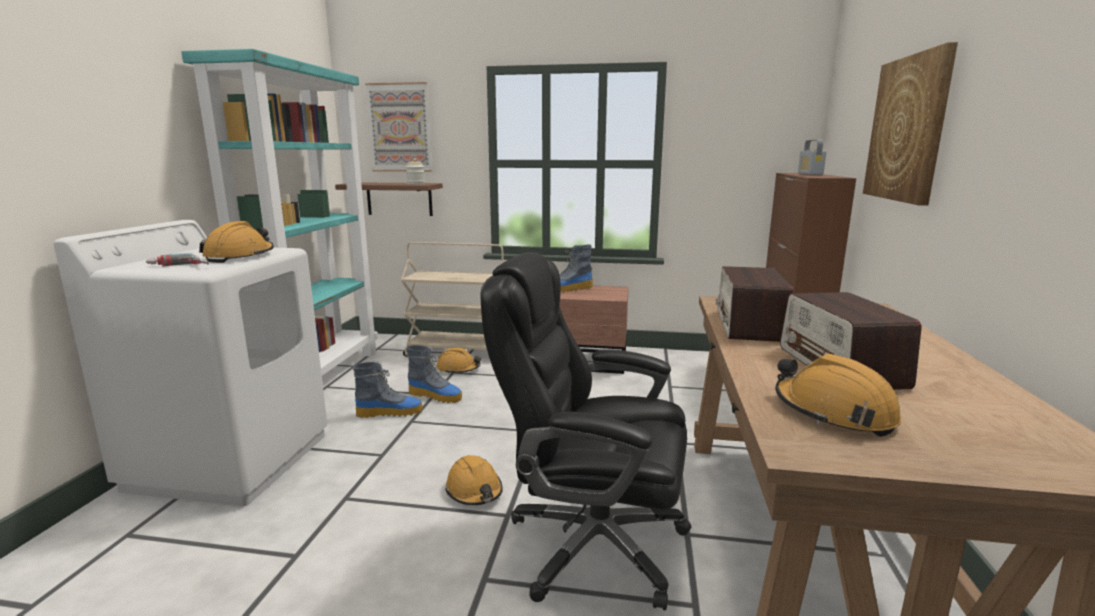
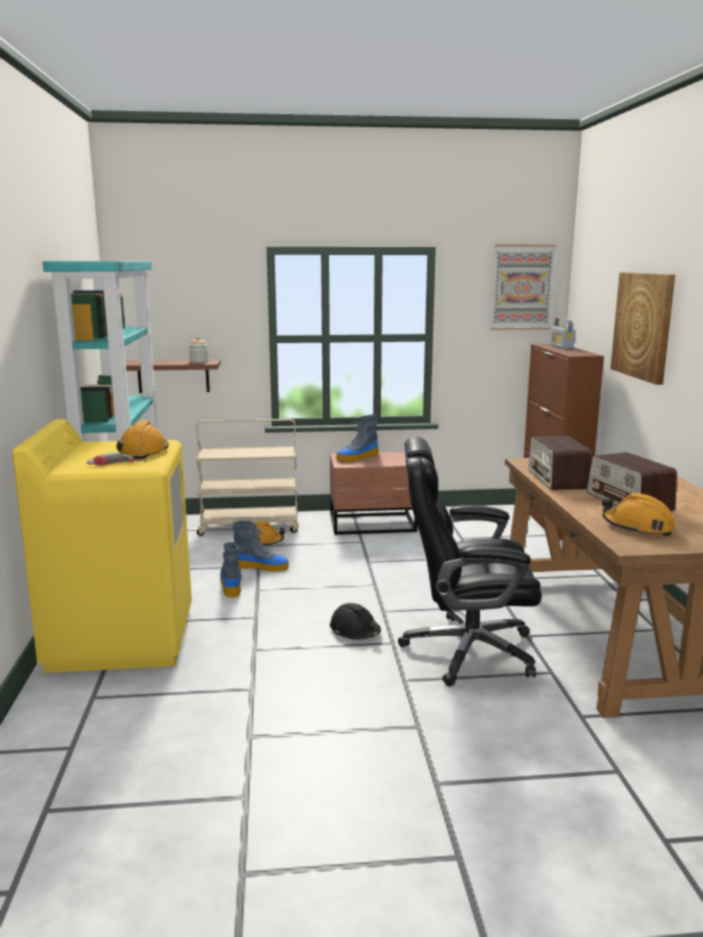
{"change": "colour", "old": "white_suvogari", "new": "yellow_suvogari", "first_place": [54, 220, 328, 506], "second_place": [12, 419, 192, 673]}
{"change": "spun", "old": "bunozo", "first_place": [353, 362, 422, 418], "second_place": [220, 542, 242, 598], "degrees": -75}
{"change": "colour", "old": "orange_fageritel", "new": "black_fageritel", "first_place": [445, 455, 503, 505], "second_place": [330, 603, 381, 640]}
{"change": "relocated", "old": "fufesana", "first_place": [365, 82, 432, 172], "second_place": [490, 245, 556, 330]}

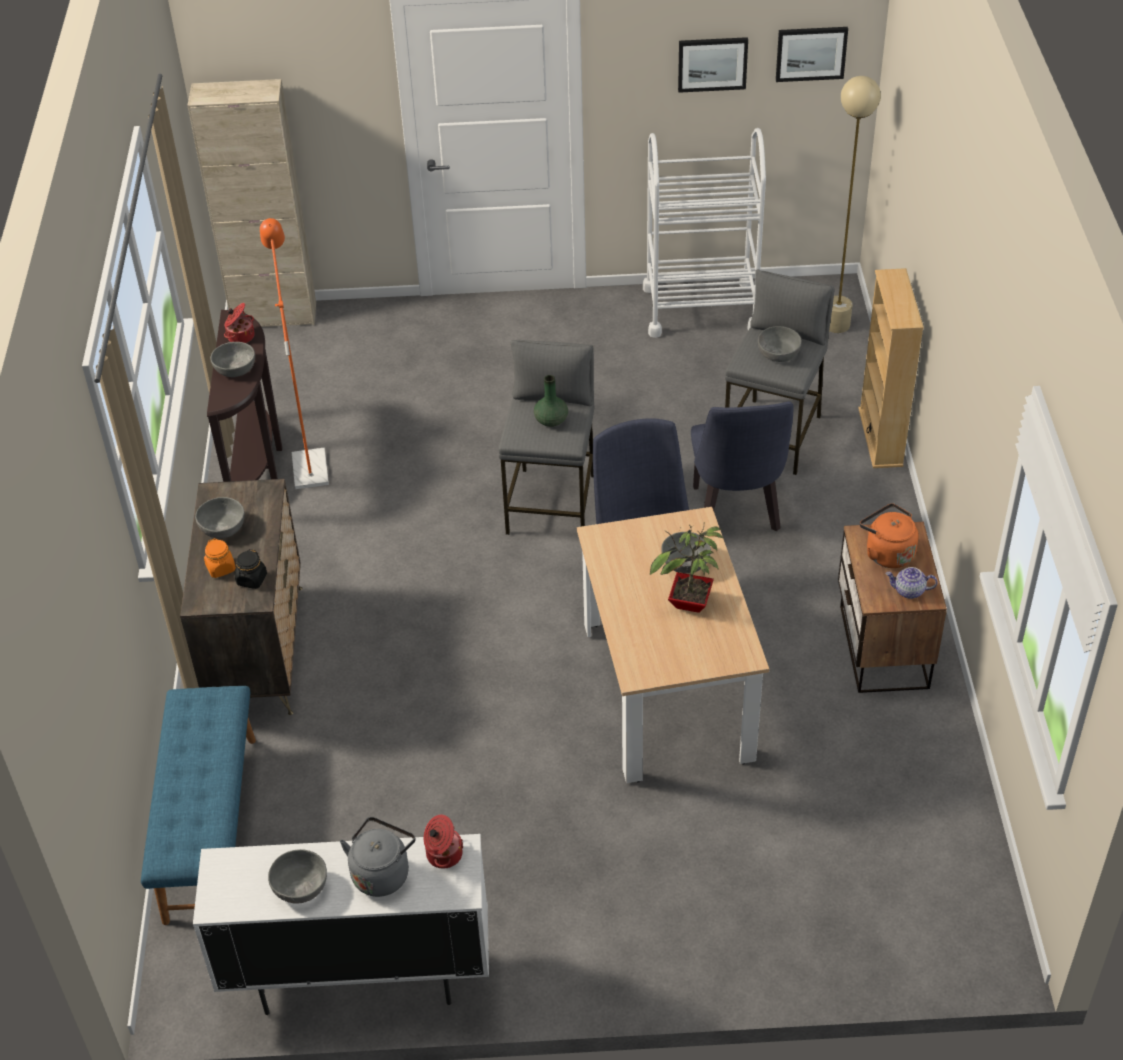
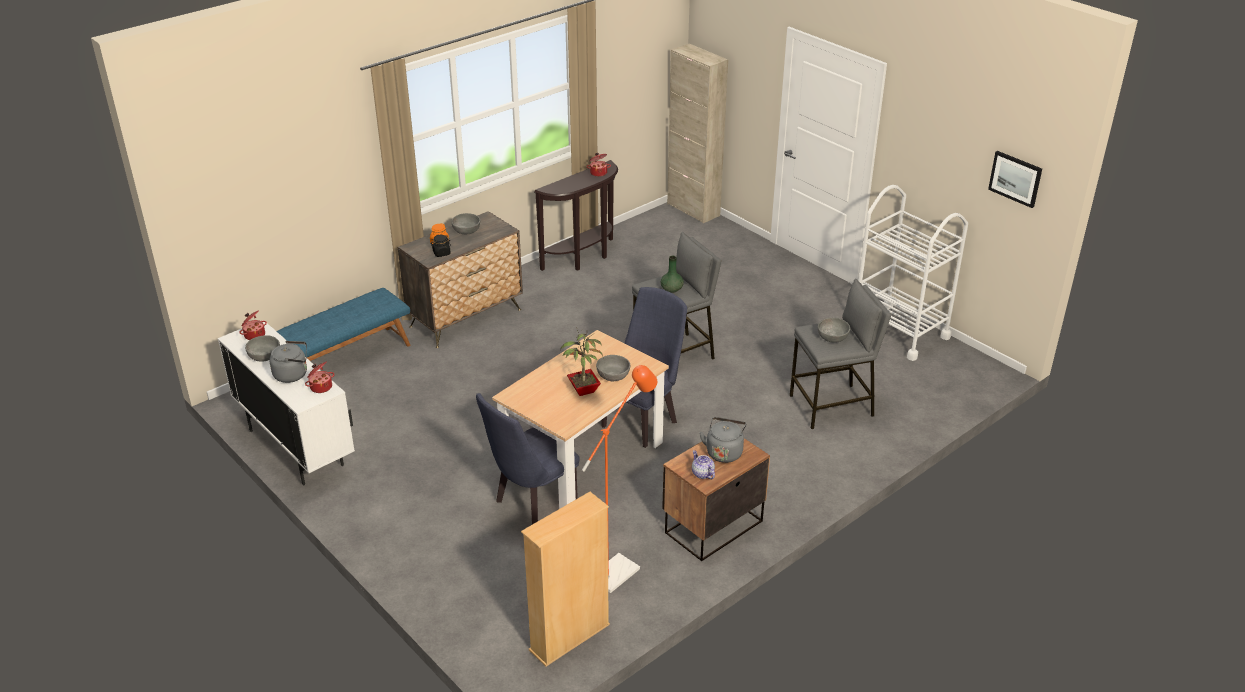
{"change": "appeared", "new": "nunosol", "second_place": [239, 310, 267, 340]}
{"change": "relocated", "old": "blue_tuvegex", "first_place": [691, 401, 793, 531], "second_place": [476, 393, 580, 524]}
{"change": "relocated", "old": "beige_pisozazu", "first_place": [858, 268, 924, 468], "second_place": [521, 492, 610, 666]}
{"change": "relocated", "old": "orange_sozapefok", "first_place": [260, 218, 329, 489], "second_place": [582, 365, 657, 593]}
{"change": "colour", "old": "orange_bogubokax", "new": "grey_bogubokax", "first_place": [860, 503, 918, 568], "second_place": [699, 417, 746, 463]}
{"change": "missing", "old": "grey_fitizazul", "first_place": [210, 342, 255, 377]}
{"change": "missing", "old": "fufesana", "first_place": [678, 37, 748, 93]}
{"change": "missing", "old": "beige_sozapefok", "first_place": [829, 76, 881, 333]}

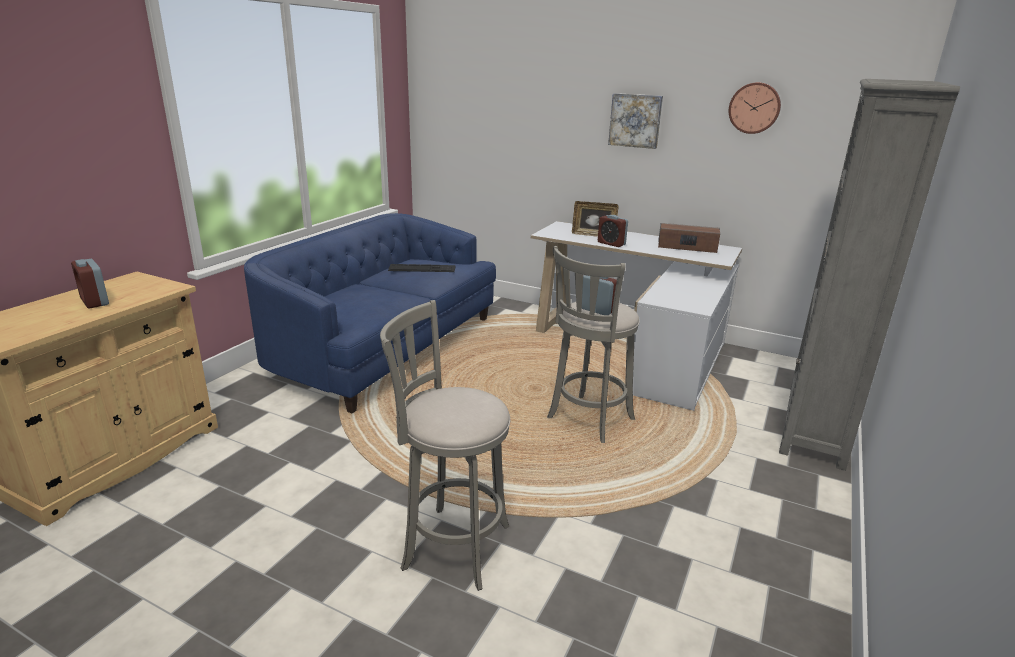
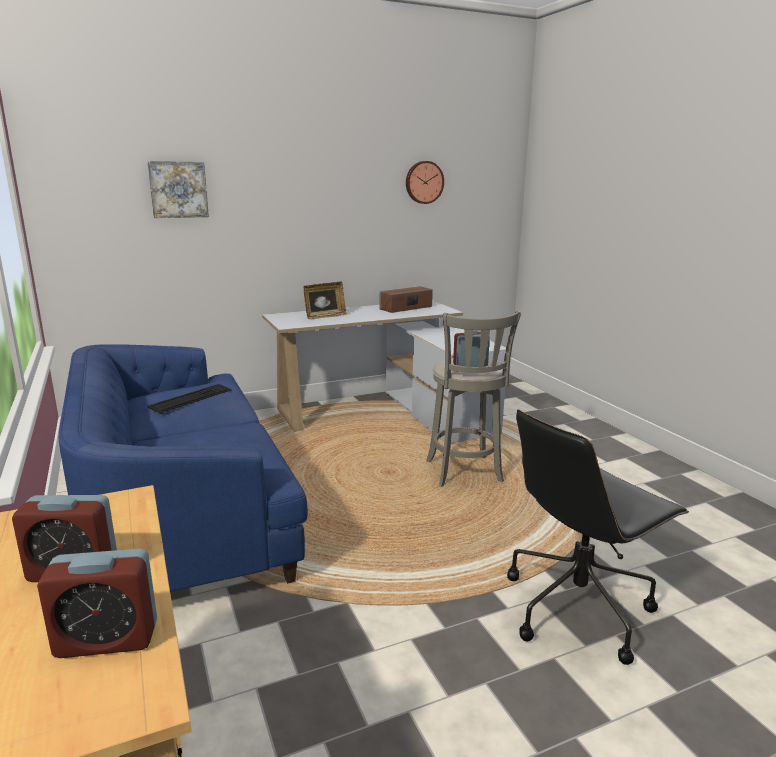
{"change": "relocated", "old": "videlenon", "first_place": [598, 215, 628, 247], "second_place": [37, 549, 157, 658]}
{"change": "relocated", "old": "fufesana", "first_place": [608, 93, 663, 149], "second_place": [147, 161, 209, 218]}
{"change": "exchanged", "old": "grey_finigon", "new": "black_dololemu", "first_place": [380, 300, 510, 591], "second_place": [507, 409, 689, 665]}
{"change": "missing", "old": "grey_pisozazu", "first_place": [779, 79, 960, 471]}

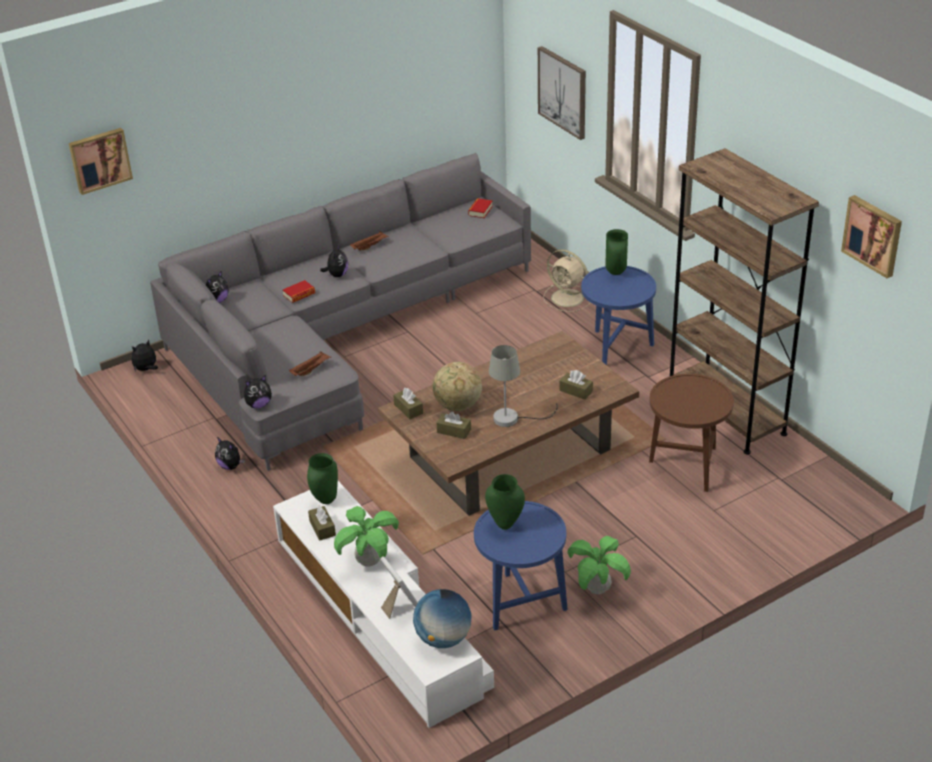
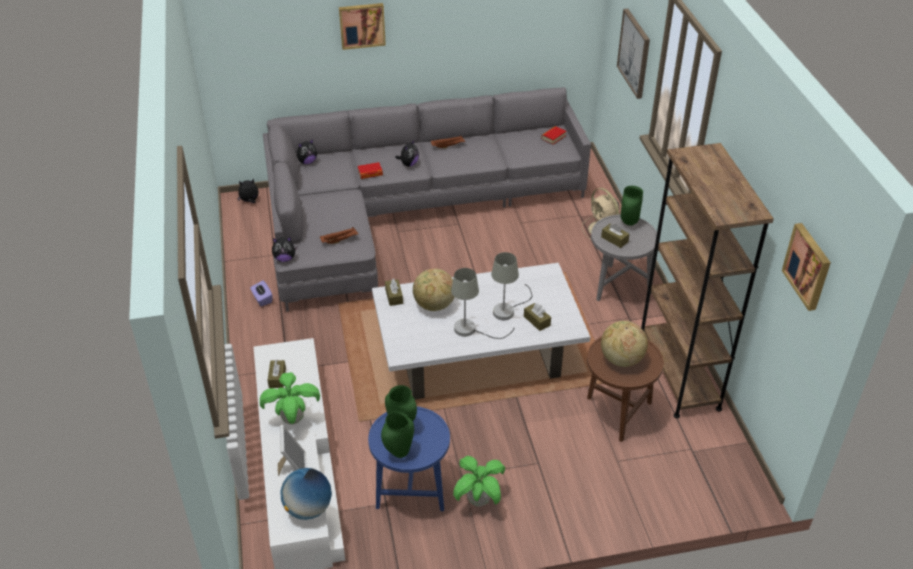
{"change": "exchanged", "old": "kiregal", "new": "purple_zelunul", "first_place": [215, 437, 245, 470], "second_place": [250, 280, 273, 306]}
{"change": "relocated", "old": "fufesana", "first_place": [69, 128, 133, 195], "second_place": [339, 3, 386, 50]}
{"change": "colour", "old": "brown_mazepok", "new": "white_mazepok", "first_place": [378, 331, 639, 516], "second_place": [372, 263, 590, 399]}
{"change": "relocated", "old": "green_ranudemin", "first_place": [307, 453, 338, 504], "second_place": [381, 411, 414, 458]}
{"change": "appeared", "new": "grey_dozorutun", "second_place": [491, 252, 532, 320]}
{"change": "colour", "old": "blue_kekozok", "new": "grey_kekozok", "first_place": [581, 266, 656, 365], "second_place": [591, 215, 657, 301]}
{"change": "relocated", "old": "brown_zelunul", "first_place": [437, 411, 471, 439], "second_place": [601, 224, 629, 248]}
{"change": "appeared", "new": "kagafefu", "second_place": [601, 321, 648, 367]}

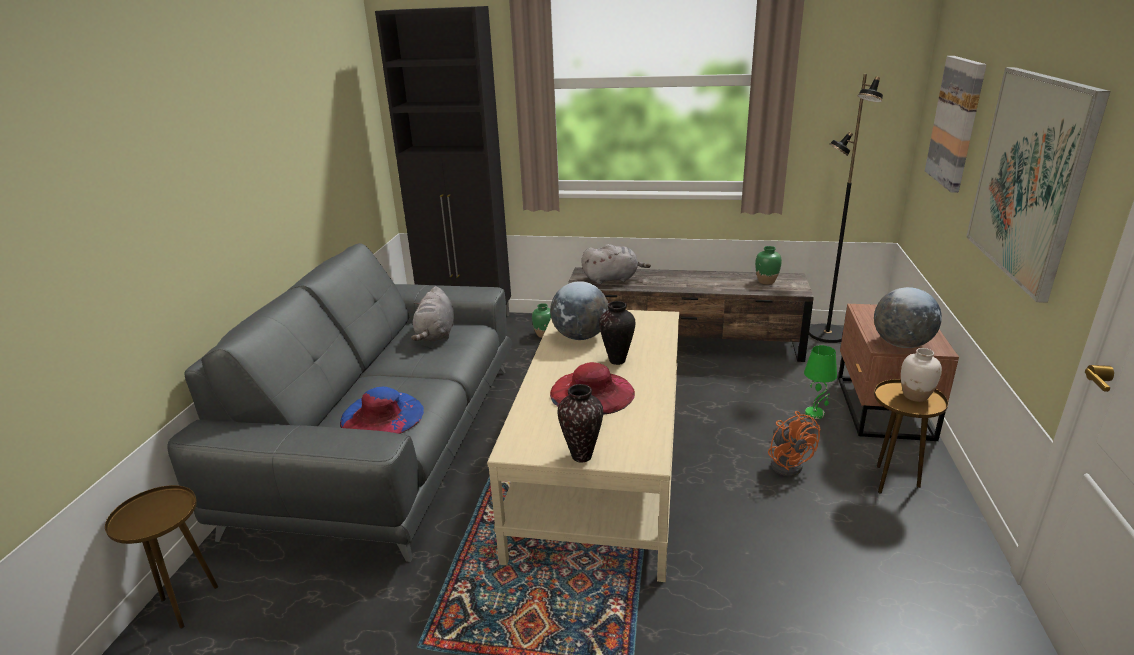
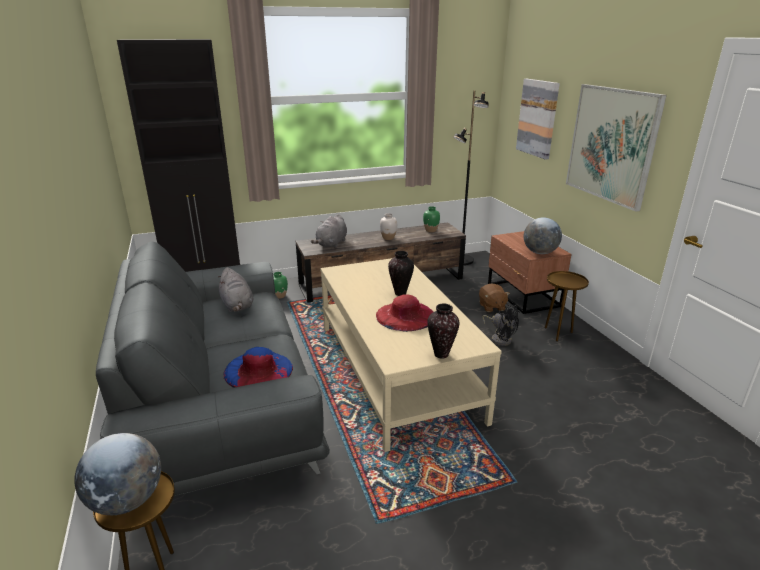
{"change": "relocated", "old": "kagafefu", "first_place": [550, 281, 609, 340], "second_place": [75, 433, 161, 515]}
{"change": "spun", "old": "grey_kiregal", "first_place": [581, 244, 651, 284], "second_place": [311, 214, 347, 248], "degrees": 150}
{"change": "relocated", "old": "white_ranudemin", "first_place": [901, 348, 942, 402], "second_place": [380, 213, 397, 240]}
{"change": "exchanged", "old": "green_dozorutun", "new": "brown_kiregal", "first_place": [804, 345, 837, 419], "second_place": [479, 284, 510, 312]}
{"change": "colour", "old": "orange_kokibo", "new": "black_kokibo", "first_place": [768, 411, 821, 476], "second_place": [483, 303, 520, 346]}

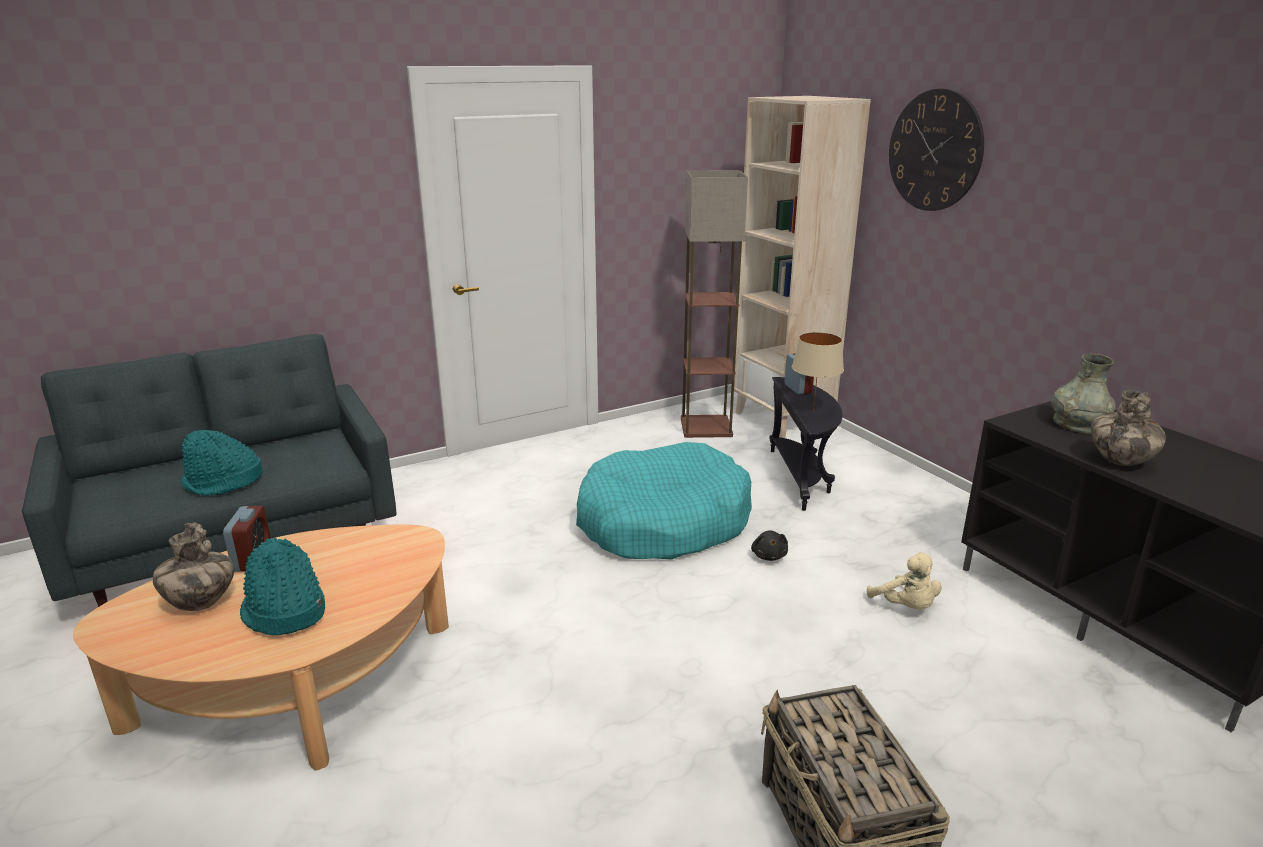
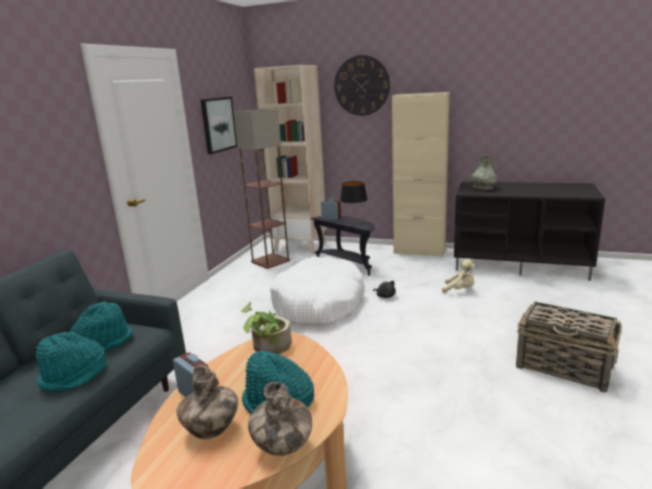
{"change": "appeared", "new": "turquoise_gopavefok", "second_place": [70, 301, 133, 350]}
{"change": "appeared", "new": "fufesana", "second_place": [201, 97, 237, 154]}
{"change": "appeared", "new": "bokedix", "second_place": [241, 302, 291, 354]}
{"change": "relocated", "old": "ranudemin", "first_place": [1091, 390, 1166, 466], "second_place": [248, 382, 312, 456]}
{"change": "colour", "old": "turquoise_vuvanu", "new": "white_vuvanu", "first_place": [576, 442, 752, 560], "second_place": [270, 256, 365, 326]}
{"change": "colour", "old": "beige_dozorutun", "new": "black_dozorutun", "first_place": [792, 332, 844, 411], "second_place": [340, 181, 368, 224]}
{"change": "appeared", "new": "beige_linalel", "second_place": [392, 92, 450, 257]}

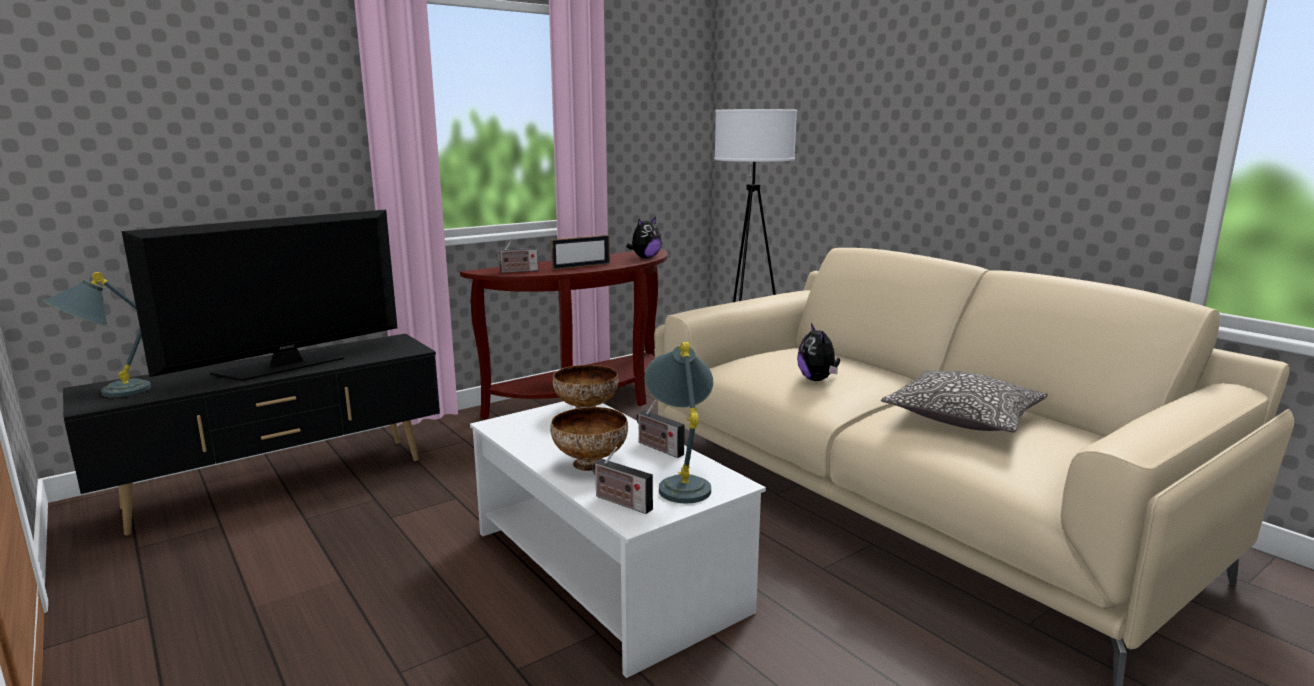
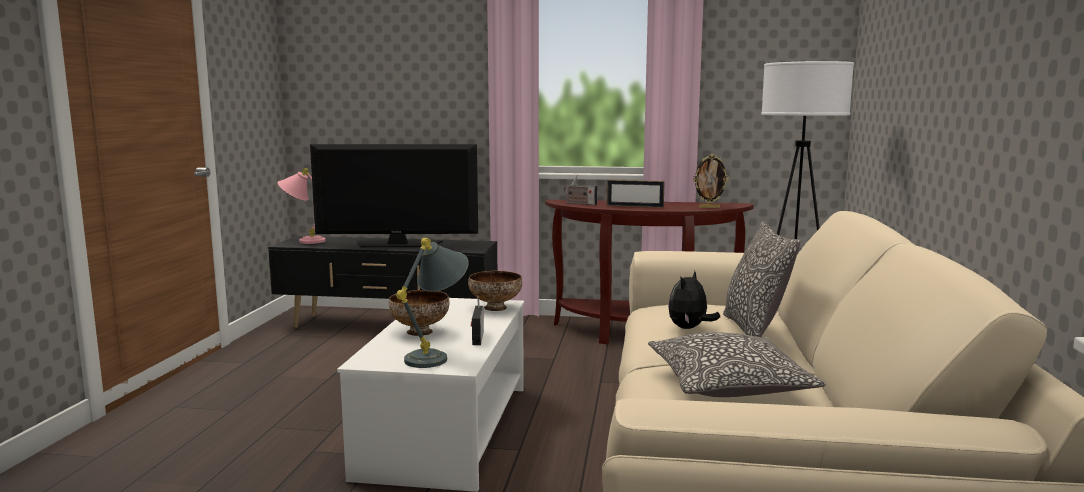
{"change": "colour", "old": "grey_dozorutun", "new": "pink_dozorutun", "first_place": [43, 272, 151, 397], "second_place": [277, 168, 325, 244]}
{"change": "exchanged", "old": "kiregal", "new": "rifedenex", "first_place": [626, 217, 662, 258], "second_place": [693, 154, 729, 208]}
{"change": "appeared", "new": "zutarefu", "second_place": [723, 222, 800, 337]}
{"change": "missing", "old": "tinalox", "first_place": [592, 447, 653, 514]}

